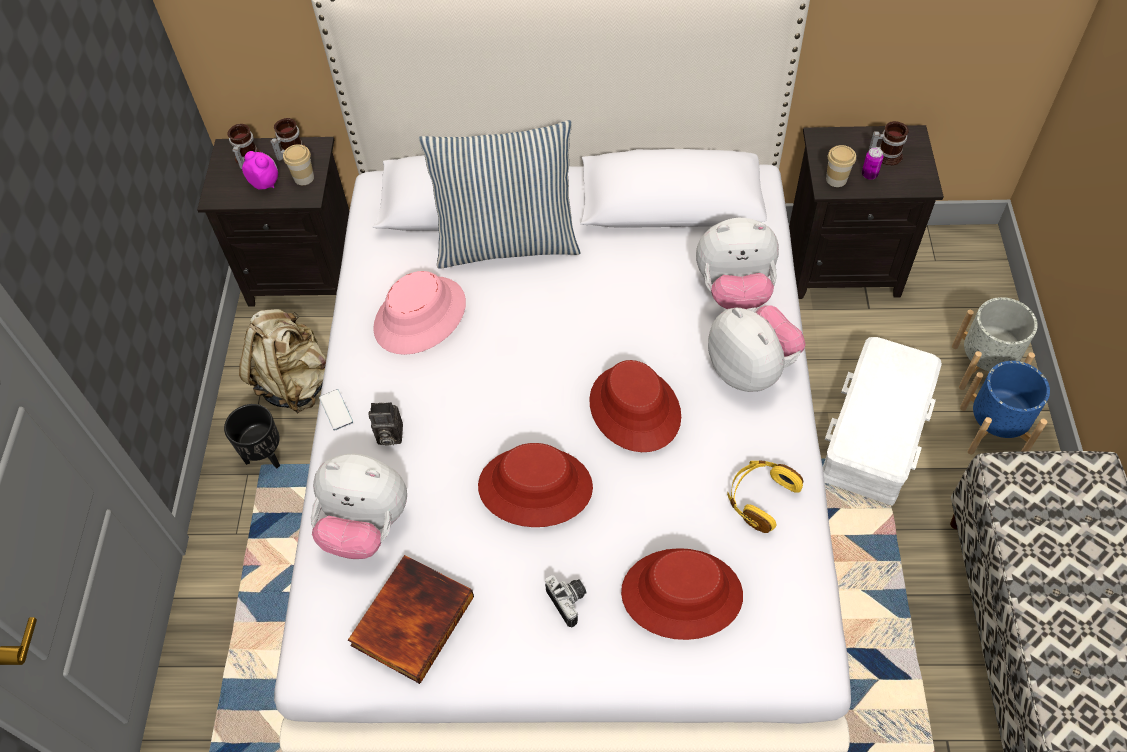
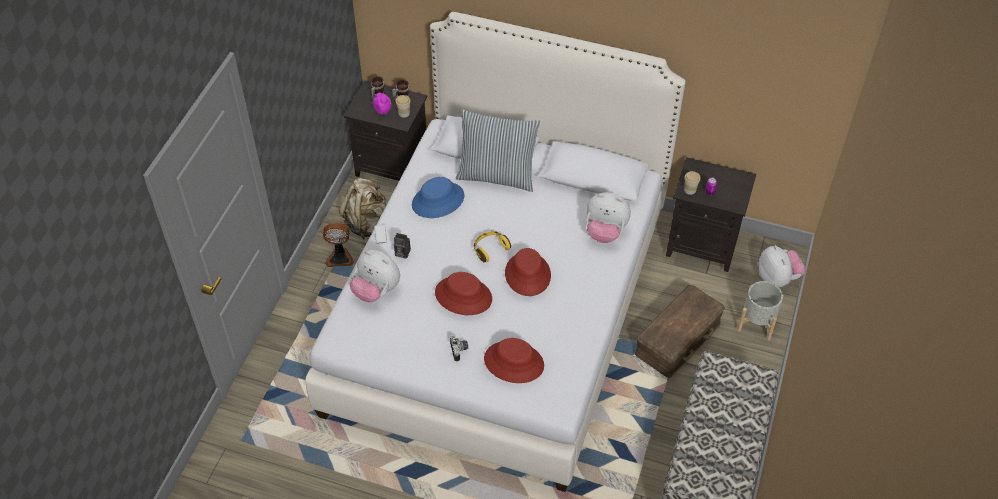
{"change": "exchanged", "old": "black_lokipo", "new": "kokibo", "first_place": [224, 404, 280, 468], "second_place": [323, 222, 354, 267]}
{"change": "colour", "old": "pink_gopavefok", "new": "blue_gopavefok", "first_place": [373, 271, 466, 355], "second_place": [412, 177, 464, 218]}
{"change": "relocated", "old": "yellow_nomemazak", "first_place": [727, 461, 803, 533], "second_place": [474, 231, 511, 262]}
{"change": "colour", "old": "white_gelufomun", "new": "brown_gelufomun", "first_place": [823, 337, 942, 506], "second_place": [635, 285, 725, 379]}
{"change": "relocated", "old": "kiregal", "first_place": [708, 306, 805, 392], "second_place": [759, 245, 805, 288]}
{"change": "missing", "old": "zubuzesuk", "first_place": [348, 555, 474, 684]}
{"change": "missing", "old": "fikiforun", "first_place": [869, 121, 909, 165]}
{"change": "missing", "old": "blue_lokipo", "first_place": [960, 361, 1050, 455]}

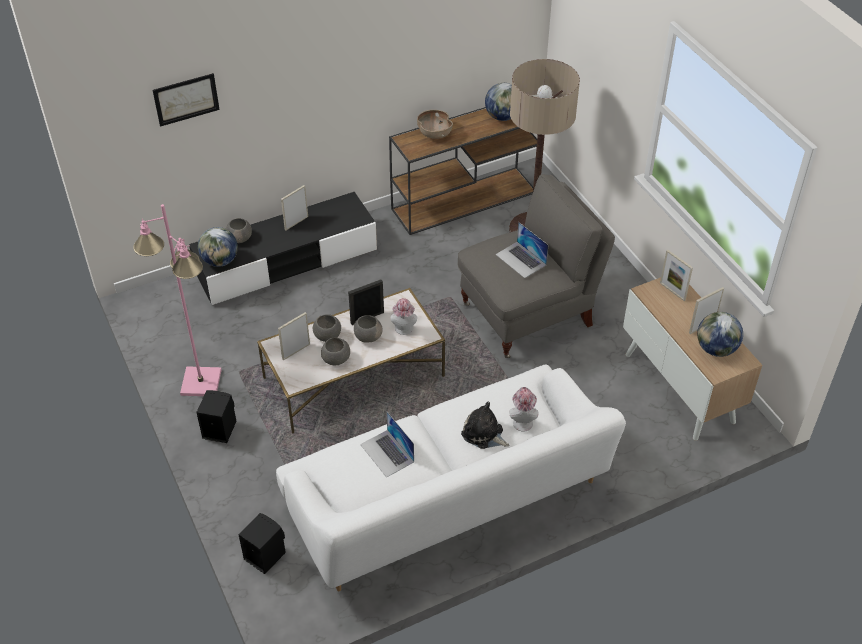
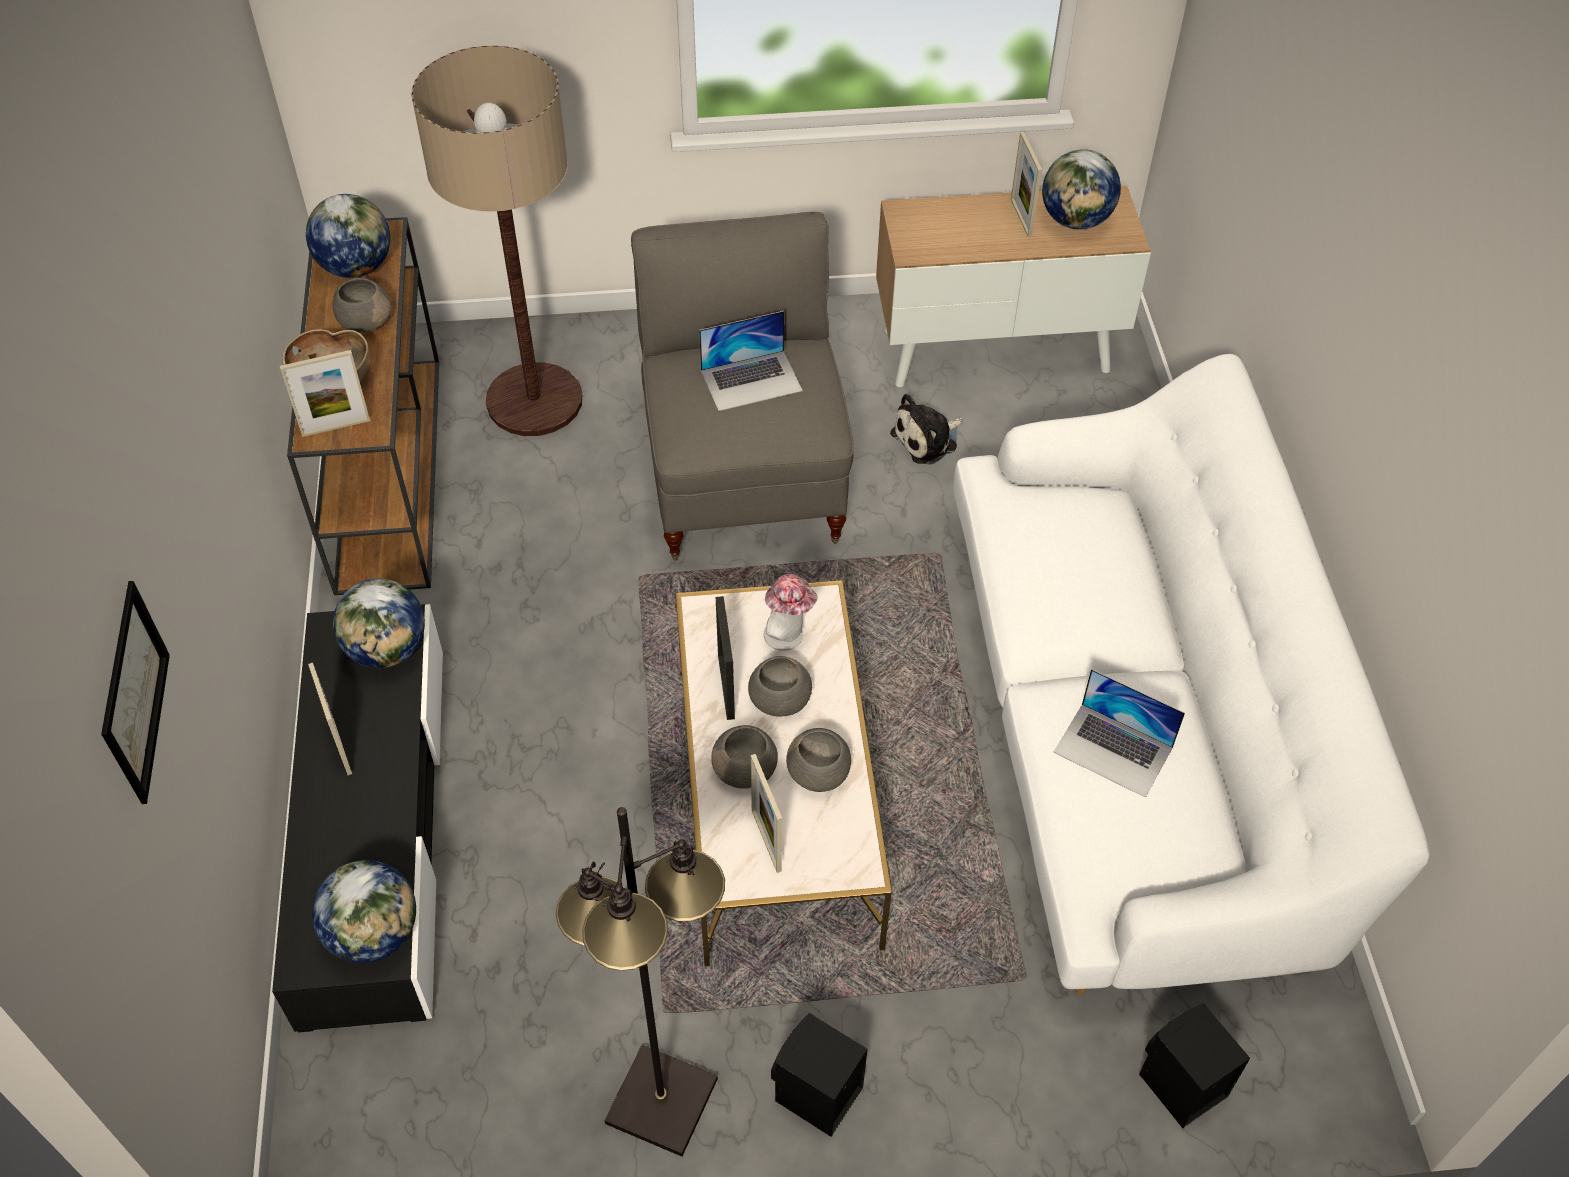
{"change": "relocated", "old": "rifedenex", "first_place": [660, 250, 693, 301], "second_place": [280, 350, 370, 437]}
{"change": "relocated", "old": "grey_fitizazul", "first_place": [226, 218, 252, 243], "second_place": [332, 278, 391, 332]}
{"change": "appeared", "new": "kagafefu", "second_place": [333, 579, 425, 668]}
{"change": "colour", "old": "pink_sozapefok", "new": "black_sozapefok", "first_place": [133, 204, 222, 396], "second_place": [556, 807, 725, 1156]}
{"change": "relocated", "old": "kiregal", "first_place": [461, 402, 509, 449], "second_place": [890, 394, 962, 465]}
{"change": "spun", "old": "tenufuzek", "first_place": [360, 411, 414, 478], "second_place": [1053, 669, 1185, 798], "degrees": 45}
{"change": "missing", "old": "gopavefok", "first_place": [509, 387, 538, 432]}

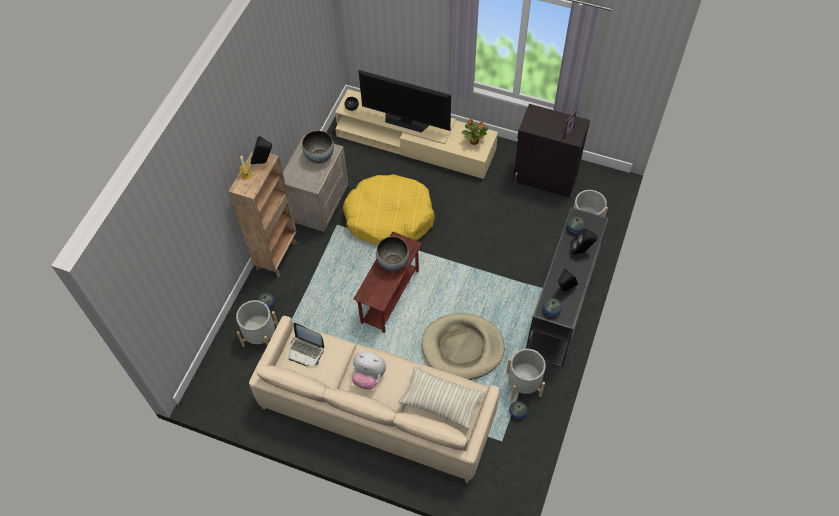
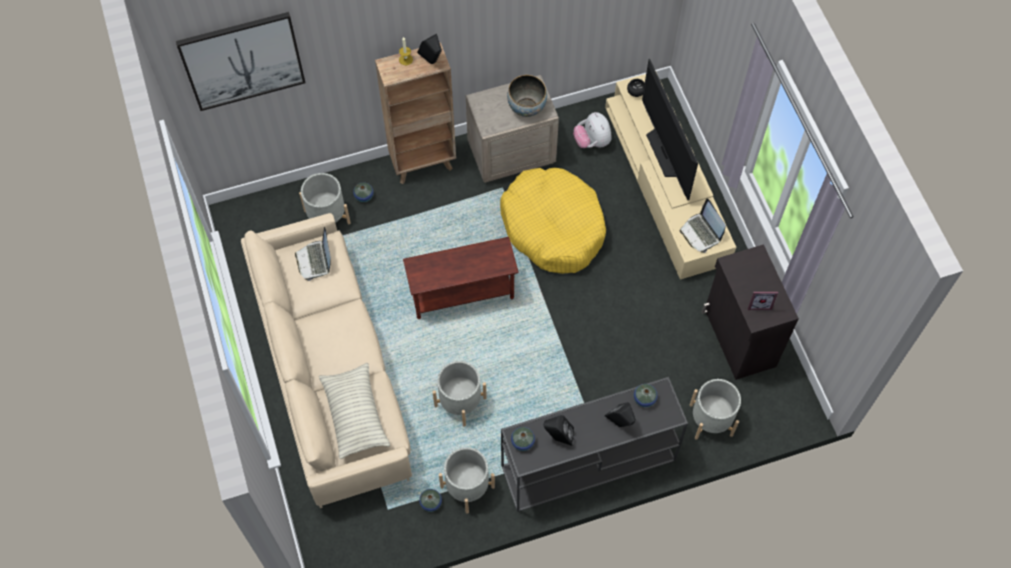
{"change": "appeared", "new": "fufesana", "second_place": [176, 12, 306, 111]}
{"change": "exchanged", "old": "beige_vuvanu", "new": "grey_lokipo", "first_place": [422, 313, 504, 380], "second_place": [433, 361, 487, 427]}
{"change": "relocated", "old": "kiregal", "first_place": [352, 352, 386, 389], "second_place": [573, 112, 612, 148]}
{"change": "exchanged", "old": "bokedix", "new": "tenufuzek", "first_place": [461, 119, 488, 145], "second_place": [680, 198, 726, 253]}
{"change": "missing", "old": "fitizazul", "first_place": [376, 236, 409, 271]}

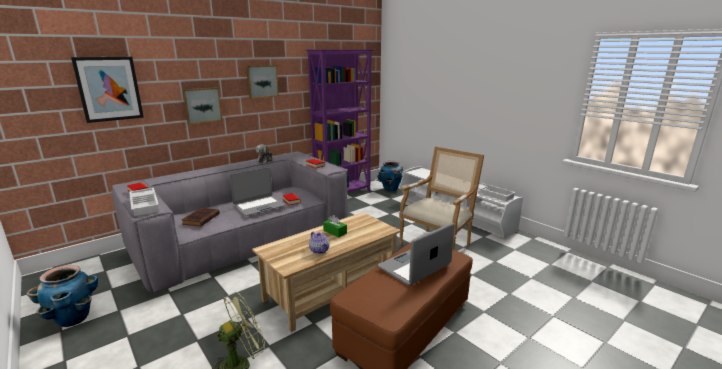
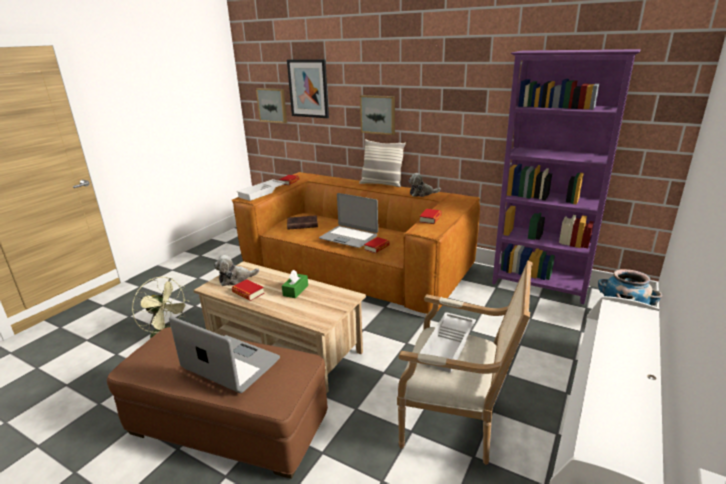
{"change": "appeared", "new": "kiregal", "second_place": [214, 255, 259, 286]}
{"change": "colour", "old": "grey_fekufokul", "new": "brown_fekufokul", "first_place": [112, 151, 348, 293], "second_place": [232, 172, 480, 314]}
{"change": "exchanged", "old": "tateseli", "new": "zubuzesuk", "first_place": [309, 231, 330, 254], "second_place": [232, 279, 264, 301]}
{"change": "relocated", "old": "fufesana", "first_place": [246, 65, 279, 99], "second_place": [256, 88, 287, 123]}
{"change": "appeared", "new": "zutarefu", "second_place": [359, 139, 406, 187]}
{"change": "relocated", "old": "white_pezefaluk", "first_place": [478, 182, 516, 201], "second_place": [420, 312, 476, 373]}
{"change": "missing", "old": "lokipo", "first_place": [27, 265, 98, 327]}

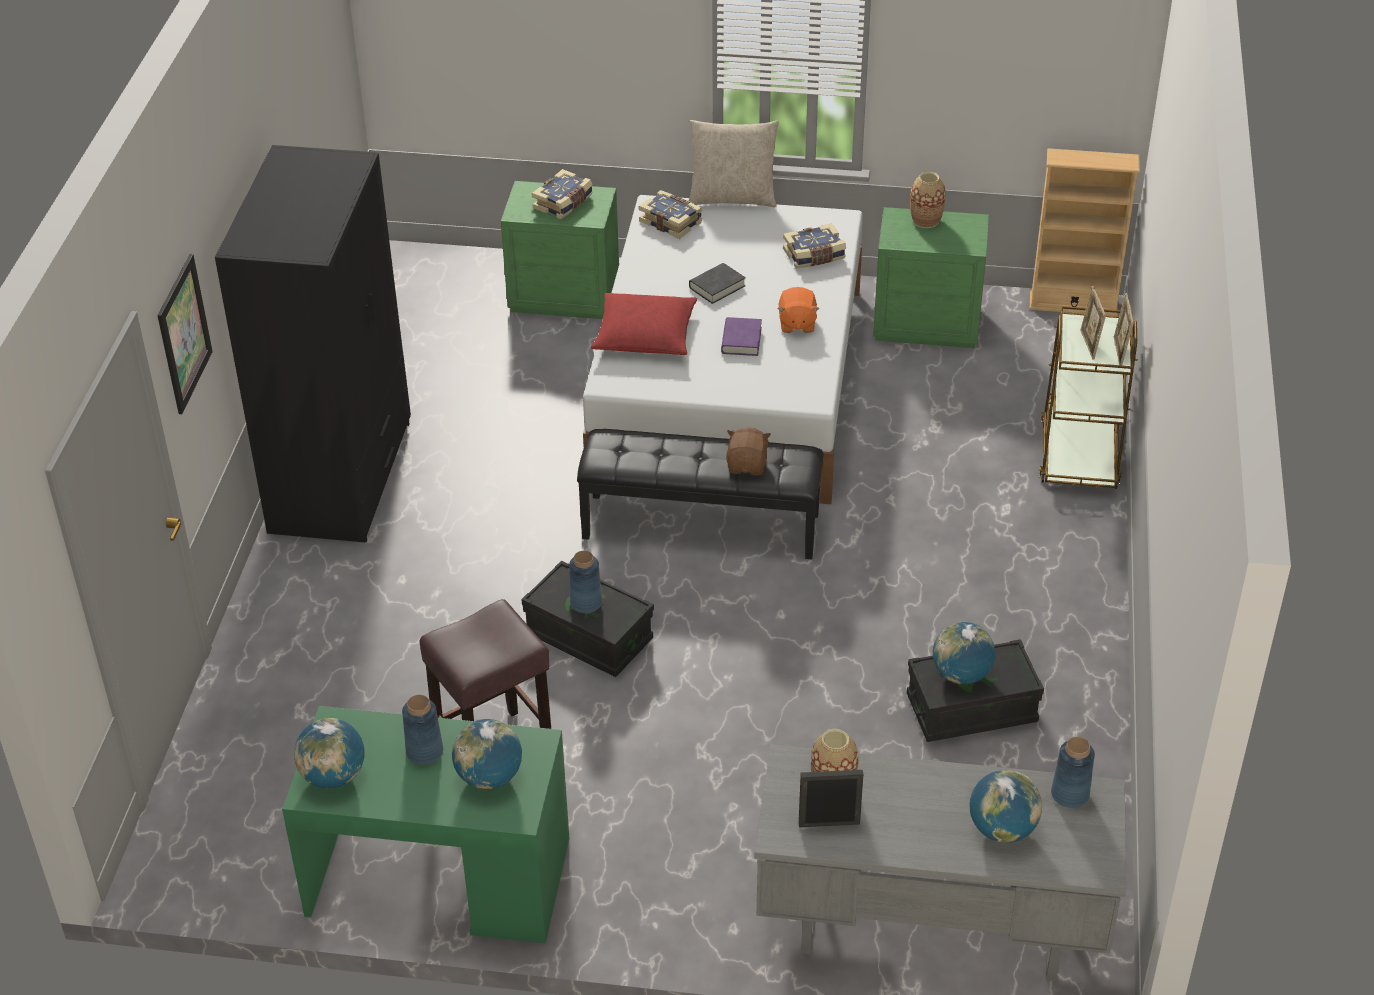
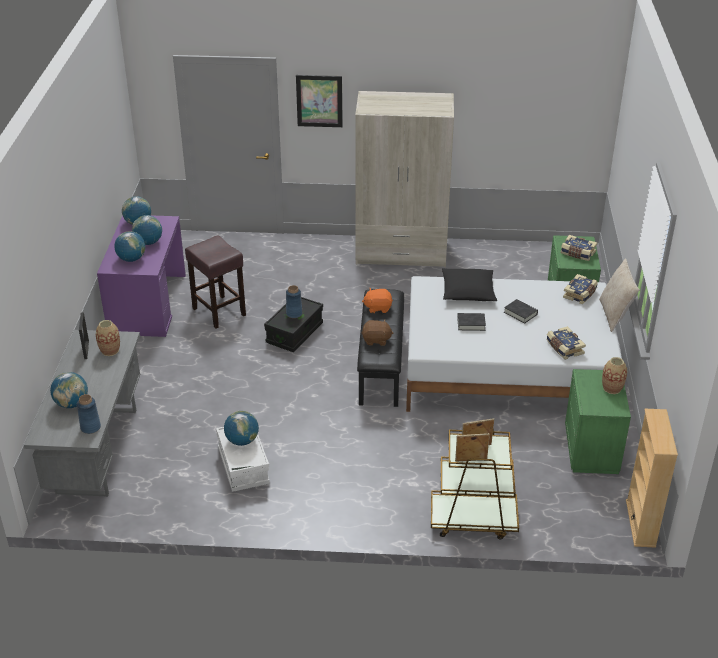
{"change": "colour", "old": "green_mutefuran", "new": "purple_mutefuran", "first_place": [282, 706, 570, 943], "second_place": [97, 215, 186, 337]}
{"change": "exchanged", "old": "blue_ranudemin", "new": "kagafefu", "first_place": [402, 695, 443, 765], "second_place": [132, 215, 162, 245]}
{"change": "colour", "old": "black_gelufomun", "new": "white_gelufomun", "first_place": [907, 639, 1044, 742], "second_place": [216, 427, 270, 492]}
{"change": "colour", "old": "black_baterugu", "new": "beige_baterugu", "first_place": [215, 145, 411, 543], "second_place": [355, 91, 454, 267]}
{"change": "relocated", "old": "orange_kiregal", "first_place": [778, 287, 819, 333], "second_place": [362, 288, 393, 313]}
{"change": "colour", "old": "red_zutarefu", "new": "black_zutarefu", "first_place": [591, 293, 697, 355], "second_place": [442, 268, 497, 301]}
{"change": "colour", "old": "purple_zubuzesuk", "new": "black_zubuzesuk", "first_place": [721, 317, 762, 356], "second_place": [457, 313, 486, 331]}

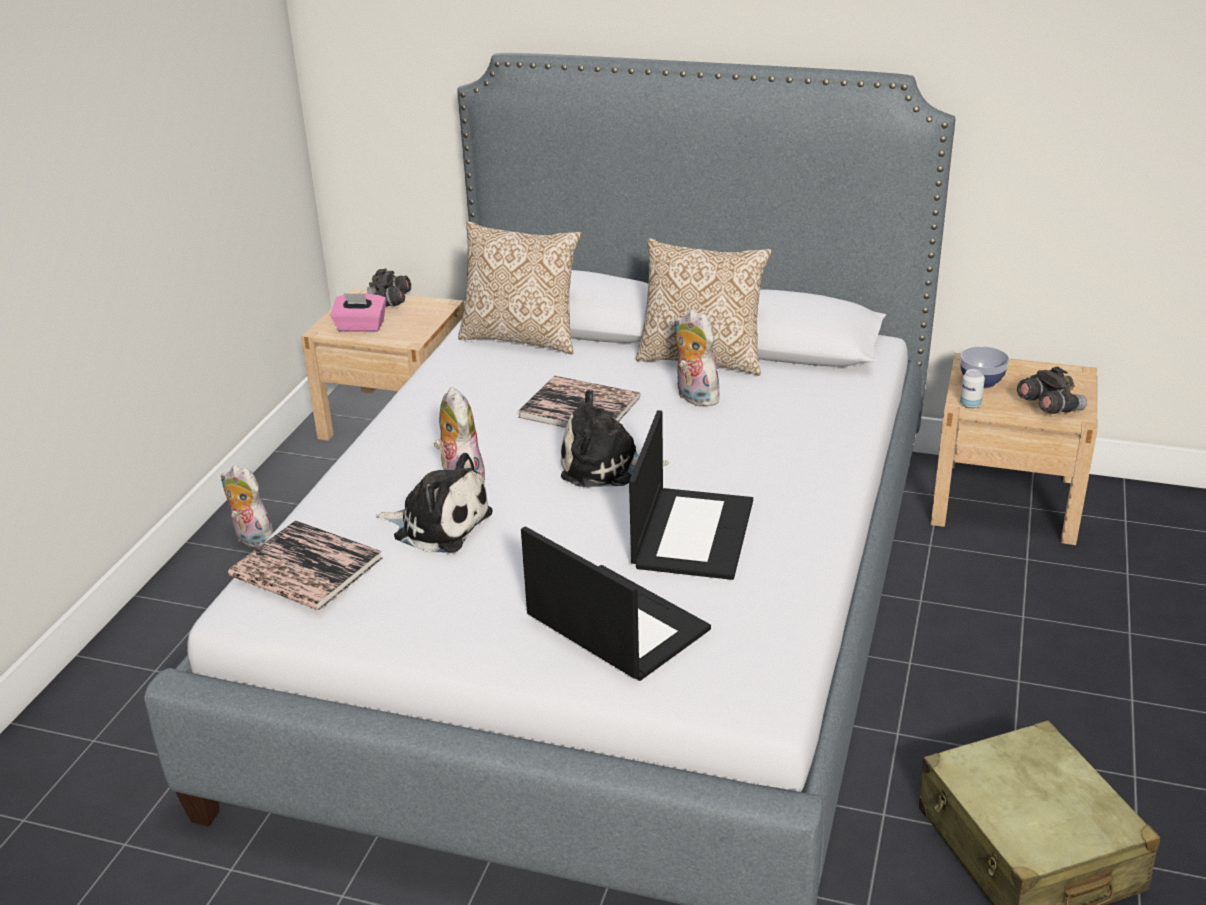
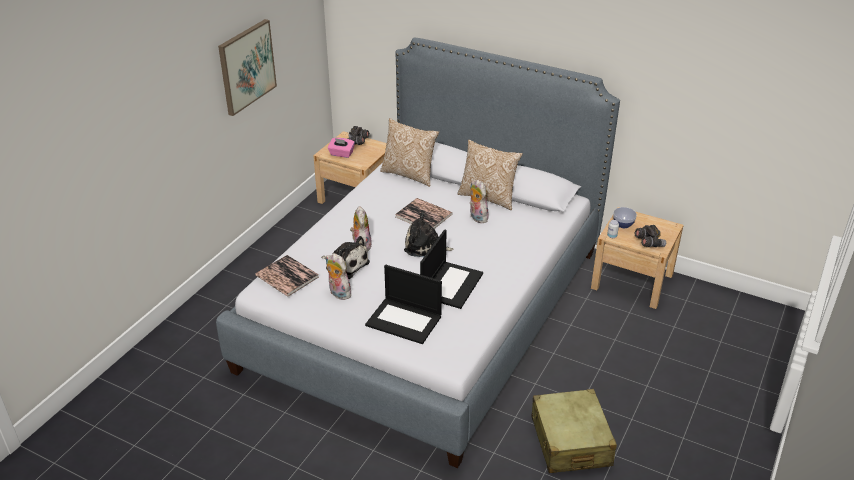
{"change": "appeared", "new": "fufesana", "second_place": [218, 19, 277, 116]}
{"change": "relocated", "old": "kiregal", "first_place": [221, 465, 273, 548], "second_place": [326, 253, 351, 300]}
{"change": "spun", "old": "tenufuzek", "first_place": [521, 526, 711, 681], "second_place": [365, 265, 442, 344], "degrees": 150}

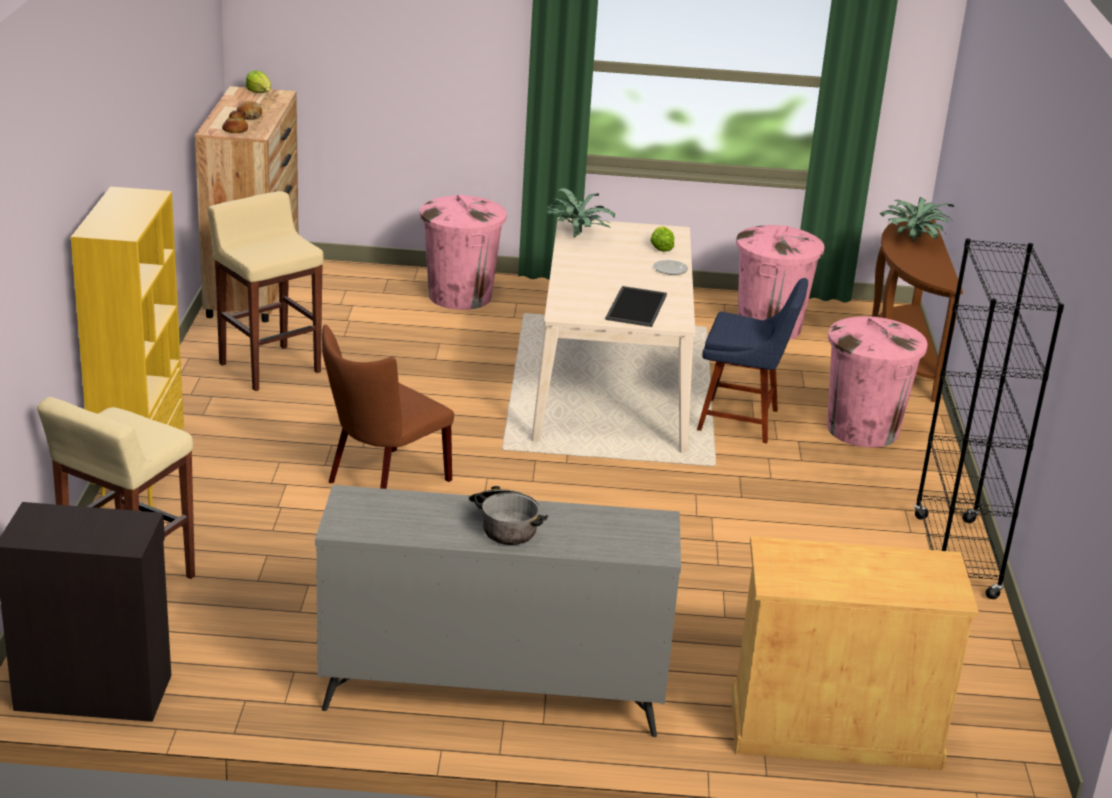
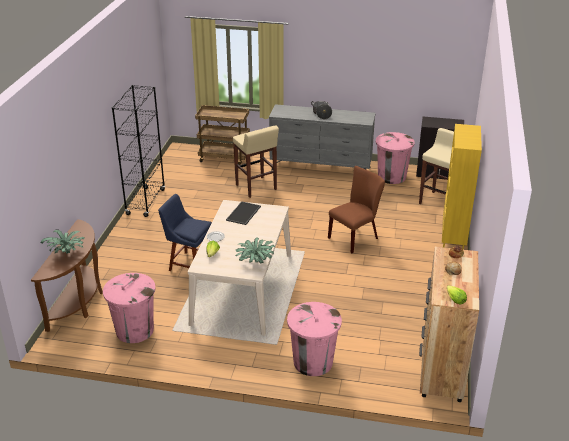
{"change": "exchanged", "old": "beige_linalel", "new": "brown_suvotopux", "first_place": [731, 536, 979, 770], "second_place": [195, 105, 250, 165]}
{"change": "relocated", "old": "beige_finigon", "first_place": [208, 191, 324, 391], "second_place": [233, 125, 279, 198]}
{"change": "relocated", "old": "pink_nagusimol", "first_place": [827, 316, 927, 448], "second_place": [376, 132, 415, 184]}

